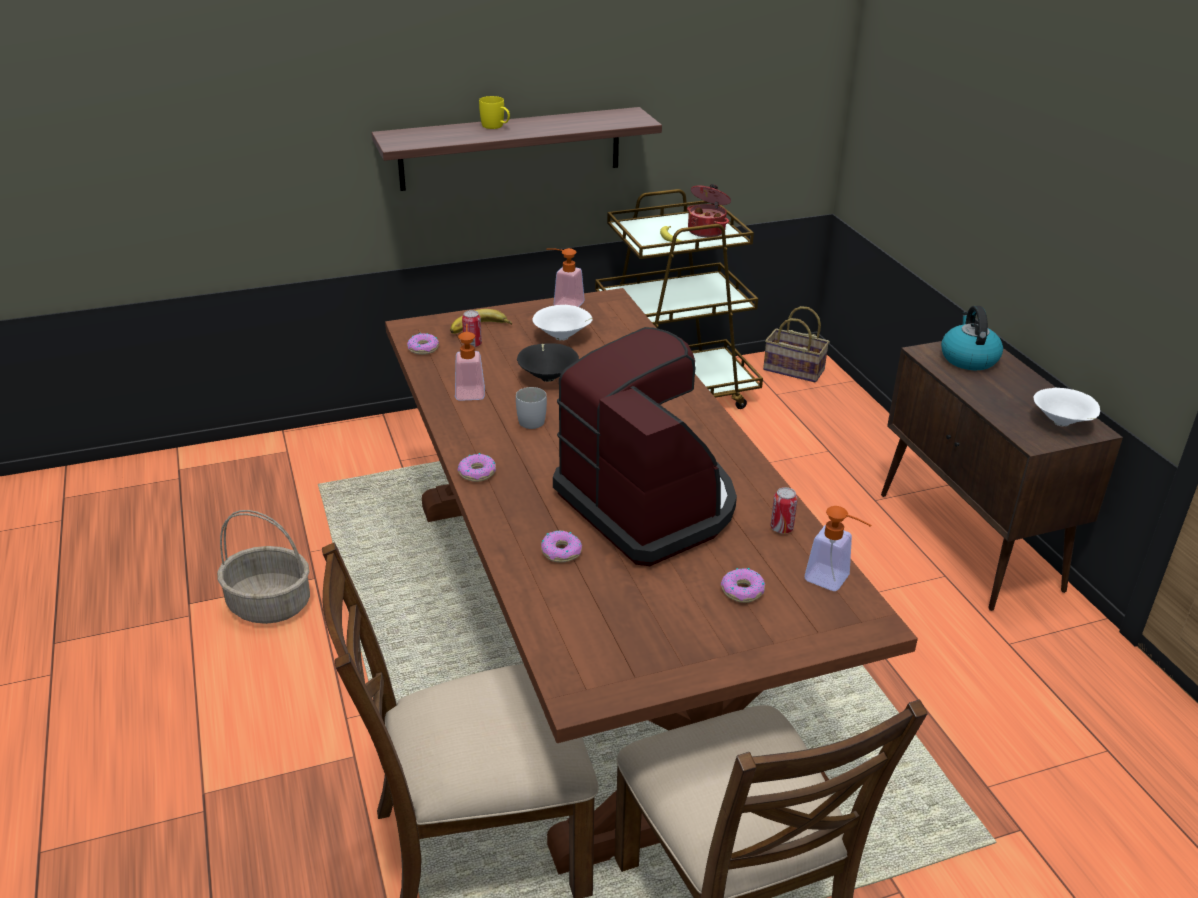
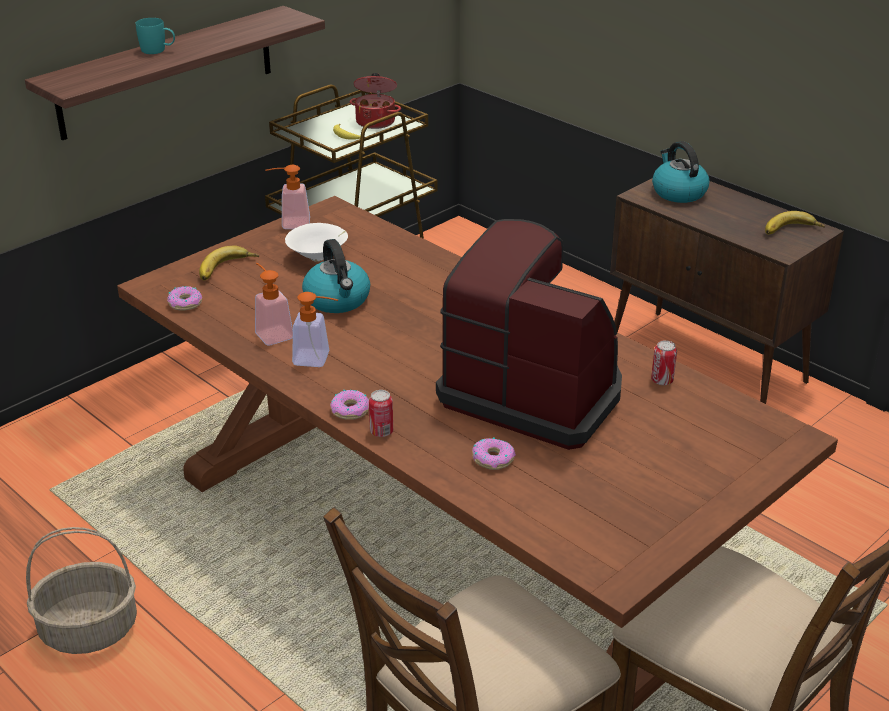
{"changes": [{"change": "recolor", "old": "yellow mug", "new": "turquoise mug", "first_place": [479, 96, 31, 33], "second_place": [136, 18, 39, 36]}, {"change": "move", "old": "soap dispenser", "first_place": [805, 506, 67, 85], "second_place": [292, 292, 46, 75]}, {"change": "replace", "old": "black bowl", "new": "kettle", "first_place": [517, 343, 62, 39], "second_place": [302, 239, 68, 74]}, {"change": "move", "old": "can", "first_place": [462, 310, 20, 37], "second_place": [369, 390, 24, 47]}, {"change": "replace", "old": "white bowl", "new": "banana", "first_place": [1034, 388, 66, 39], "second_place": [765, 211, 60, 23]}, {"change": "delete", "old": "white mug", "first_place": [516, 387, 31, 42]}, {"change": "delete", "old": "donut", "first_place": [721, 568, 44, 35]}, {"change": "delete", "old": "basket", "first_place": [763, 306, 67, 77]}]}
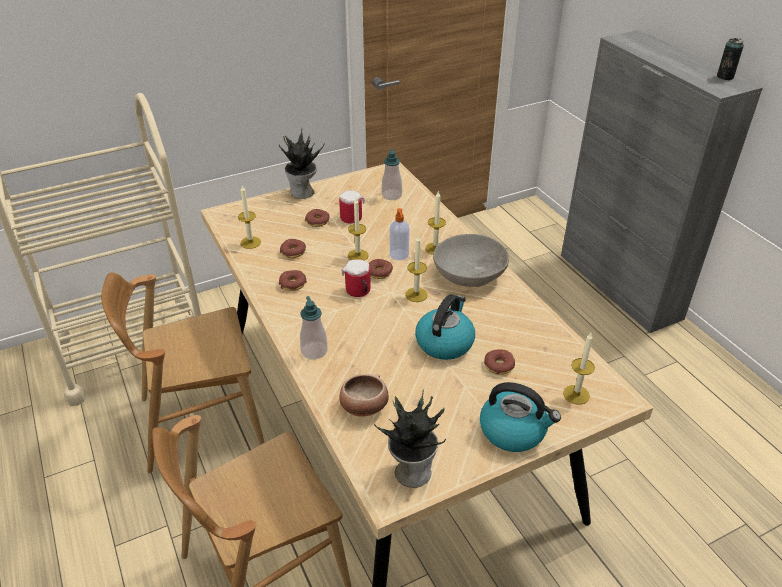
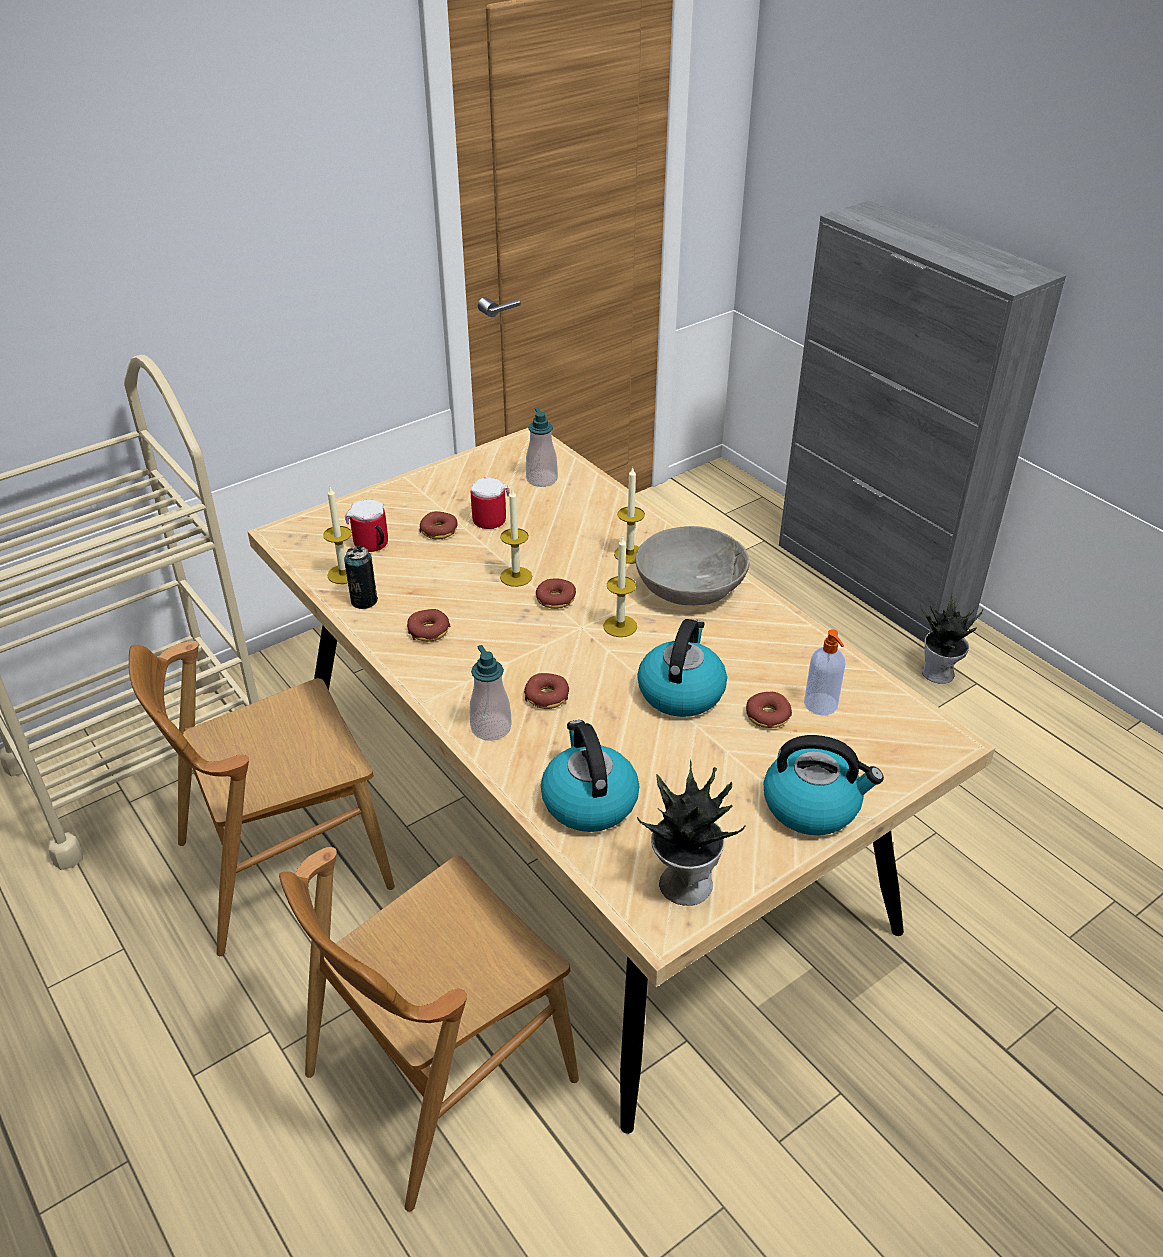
{"changes": [{"change": "move", "old": "can", "first_place": [717, 38, 27, 42], "second_place": [344, 546, 34, 63]}, {"change": "move", "old": "mug", "first_place": [341, 259, 29, 38], "second_place": [345, 499, 43, 53]}, {"change": "move", "old": "donut", "first_place": [280, 239, 26, 19], "second_place": [524, 673, 45, 36]}, {"change": "replace", "old": "bowl", "new": "kettle", "first_place": [339, 374, 50, 43], "second_place": [541, 720, 98, 112]}, {"change": "move", "old": "soap dispenser", "first_place": [390, 208, 19, 52], "second_place": [804, 629, 41, 86]}, {"change": "move", "old": "potted plant", "first_place": [279, 127, 46, 72], "second_place": [920, 592, 63, 92]}, {"change": "delete", "old": "candle", "first_place": [563, 333, 32, 72]}]}
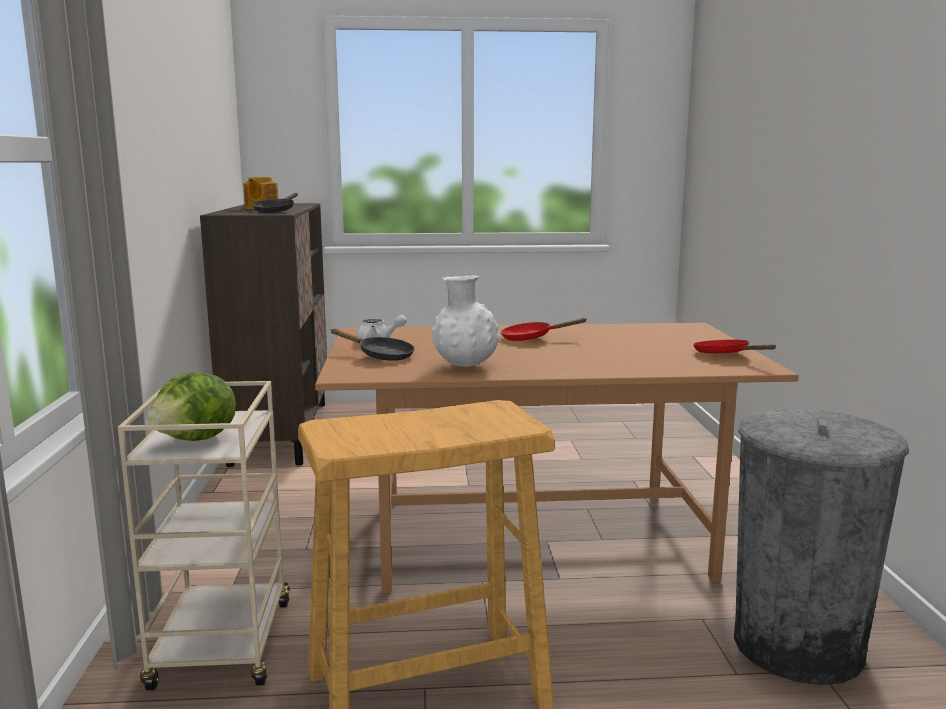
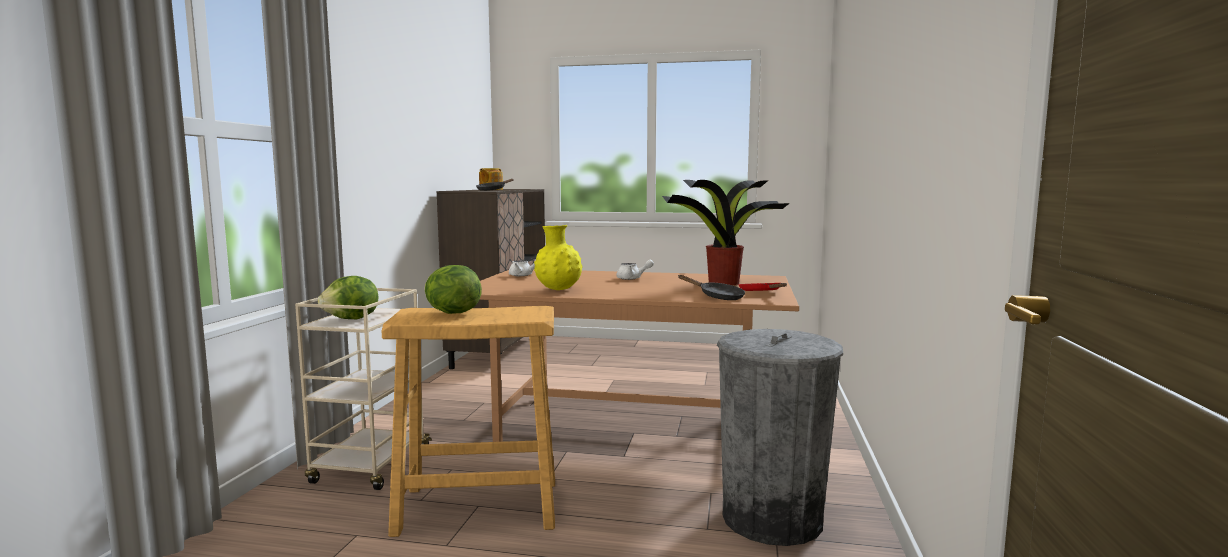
{"changes": [{"change": "insert", "new": "lettuce", "second_place": [424, 265, 58, 49]}, {"change": "recolor", "old": "white vase", "new": "yellow vase", "first_place": [432, 275, 68, 92], "second_place": [534, 225, 49, 65]}, {"change": "replace", "old": "red frying pan", "new": "white teapot", "first_place": [501, 318, 86, 23], "second_place": [616, 260, 38, 20]}, {"change": "insert", "new": "potted plant", "second_place": [662, 180, 128, 105]}, {"change": "move", "old": "black frying pan", "first_place": [331, 329, 84, 32], "second_place": [678, 275, 67, 25]}]}
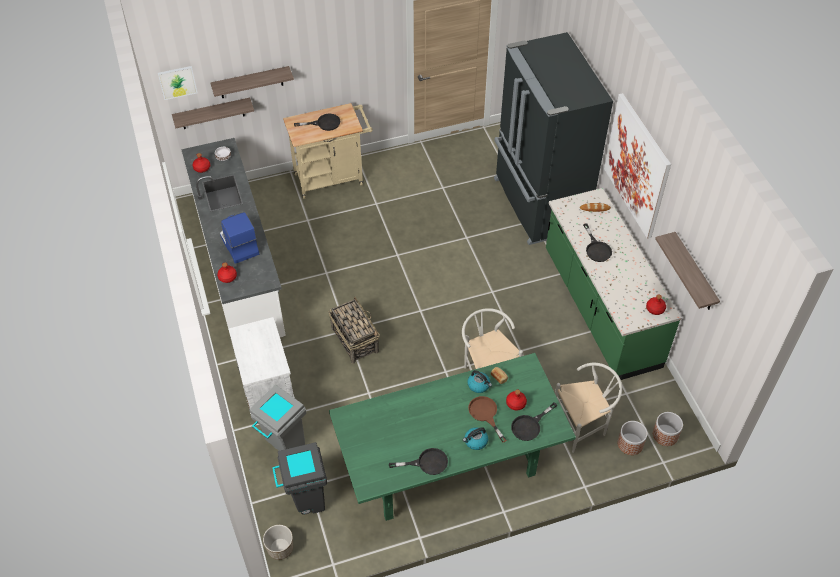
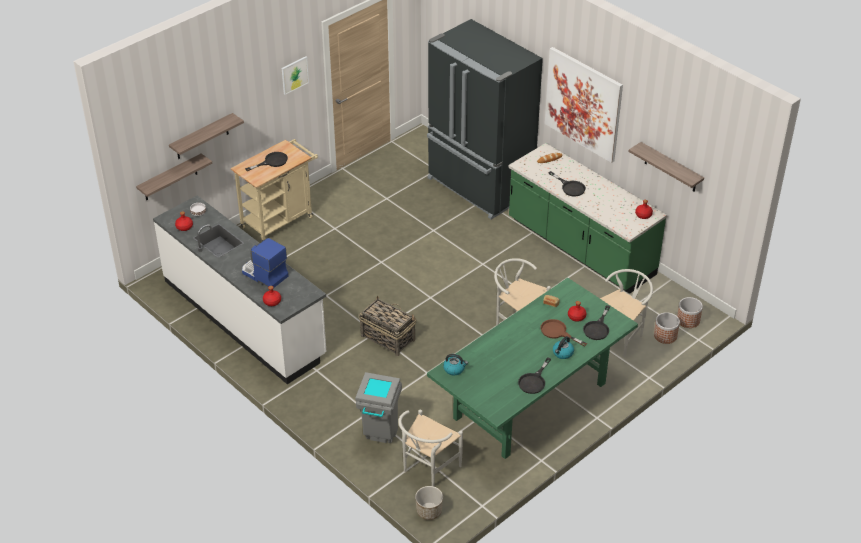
{"changes": [{"change": "move", "old": "picture", "first_place": [158, 66, 40, 34], "second_place": [282, 56, 27, 39]}, {"change": "replace", "old": "grey trash can", "new": "white chair", "first_place": [272, 442, 55, 72], "second_place": [398, 410, 65, 76]}, {"change": "move", "old": "kettle", "first_place": [468, 370, 24, 23], "second_place": [443, 354, 25, 22]}, {"change": "rotate", "old": "black frying pan", "first_place": [389, 448, 59, 27], "second_place": [518, 357, 33, 37], "degrees": 150}, {"change": "delete", "old": "white nightstand", "first_place": [228, 317, 67, 97]}]}
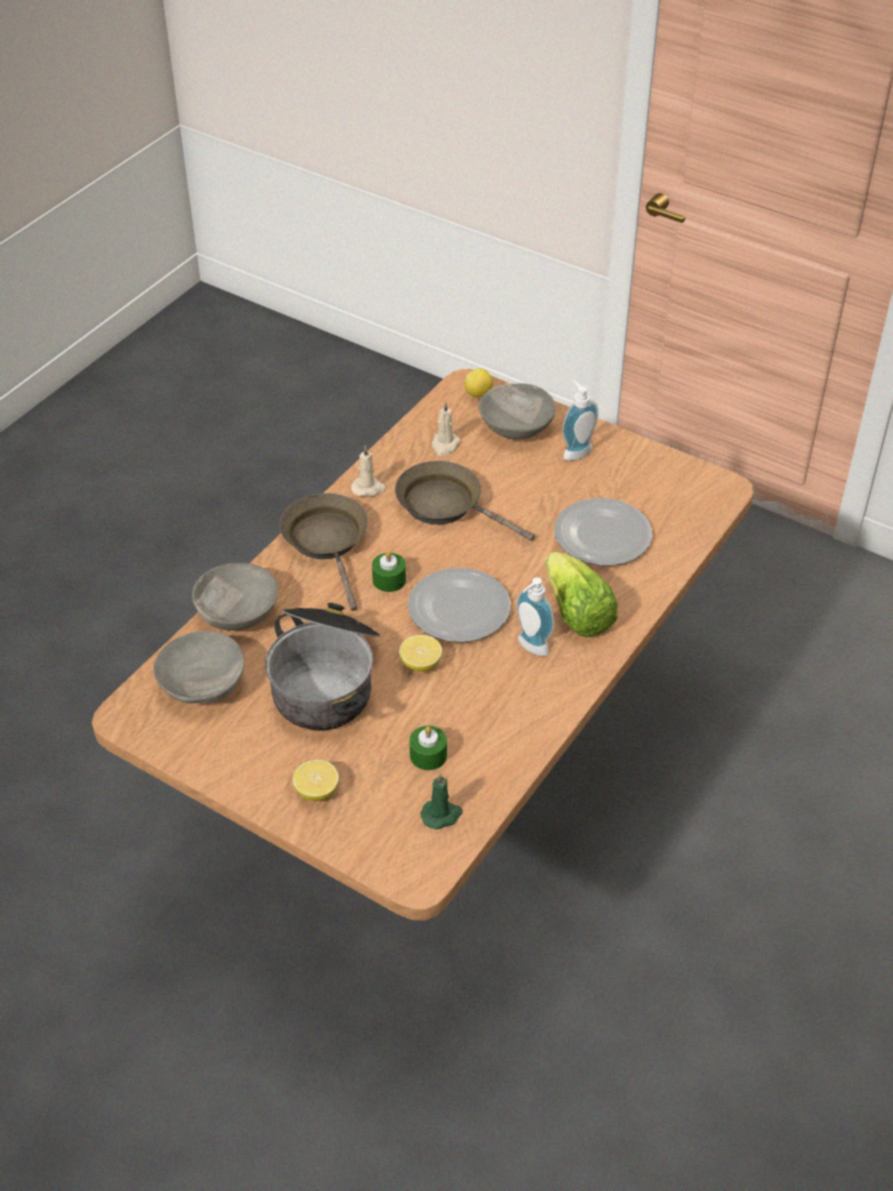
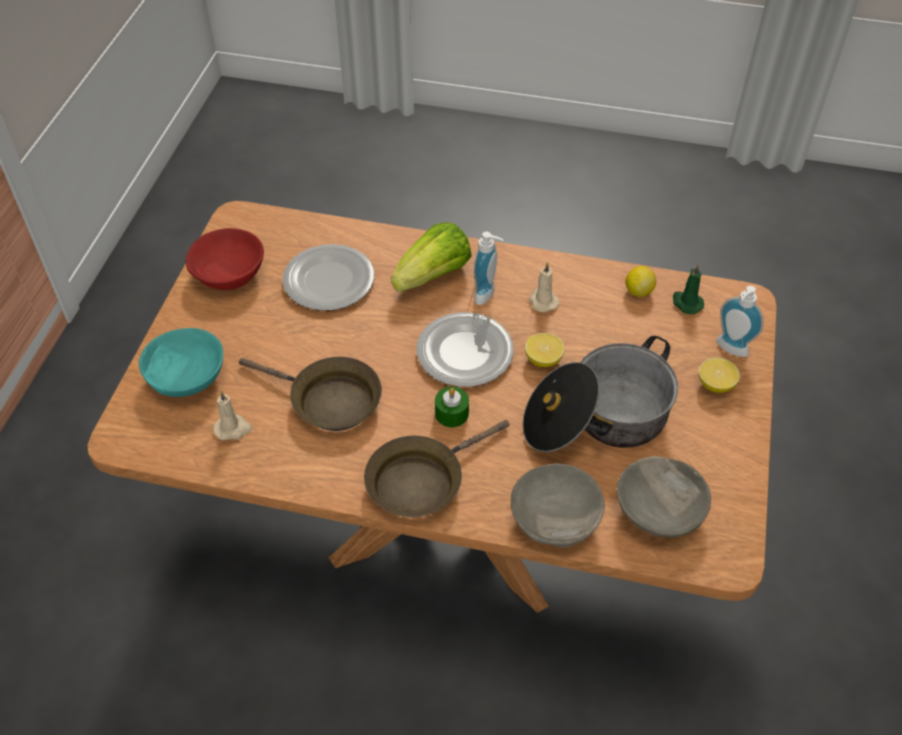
{"changes": [{"change": "recolor", "old": "grey bowl", "new": "turquoise bowl", "first_place": [479, 383, 77, 56], "second_place": [139, 328, 84, 69]}, {"change": "insert", "new": "red bowl", "second_place": [186, 228, 78, 62]}, {"change": "rotate", "old": "brown frying pan", "first_place": [395, 461, 140, 80], "second_place": [239, 357, 143, 74], "degrees": -75}, {"change": "move", "old": "beige candle", "first_place": [351, 445, 35, 52], "second_place": [529, 262, 30, 51]}, {"change": "move", "old": "lemon", "first_place": [465, 369, 28, 28], "second_place": [625, 266, 31, 31]}, {"change": "move", "old": "soap dispenser", "first_place": [562, 380, 36, 81], "second_place": [716, 286, 48, 71]}, {"change": "delete", "old": "green candle", "first_place": [409, 726, 38, 44]}]}
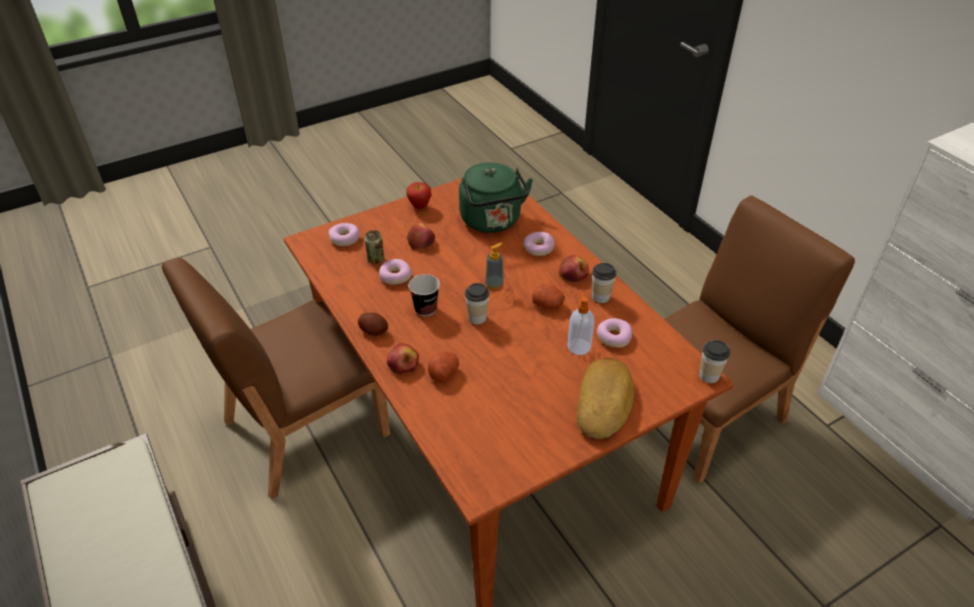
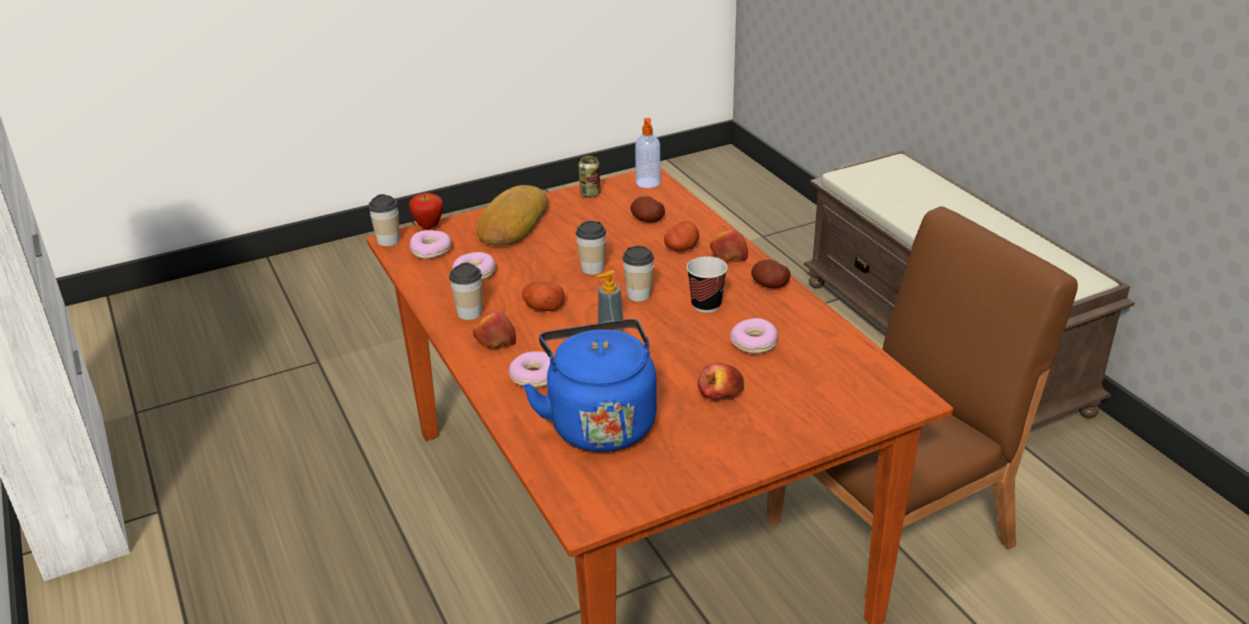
{"changes": [{"change": "move", "old": "apple", "first_place": [406, 182, 25, 27], "second_place": [409, 193, 34, 37]}, {"change": "move", "old": "donut", "first_place": [328, 223, 32, 23], "second_place": [410, 230, 41, 29]}, {"change": "recolor", "old": "green kettle", "new": "blue kettle", "first_place": [459, 162, 74, 71], "second_place": [523, 319, 134, 133]}, {"change": "insert", "new": "cup", "second_place": [576, 221, 30, 54]}, {"change": "move", "old": "can", "first_place": [365, 230, 19, 34], "second_place": [579, 156, 21, 42]}, {"change": "insert", "new": "potato", "second_place": [630, 196, 35, 27]}, {"change": "move", "old": "soap dispenser", "first_place": [567, 290, 27, 65], "second_place": [635, 118, 25, 70]}, {"change": "delete", "old": "brown chair", "first_place": [664, 196, 191, 288]}]}
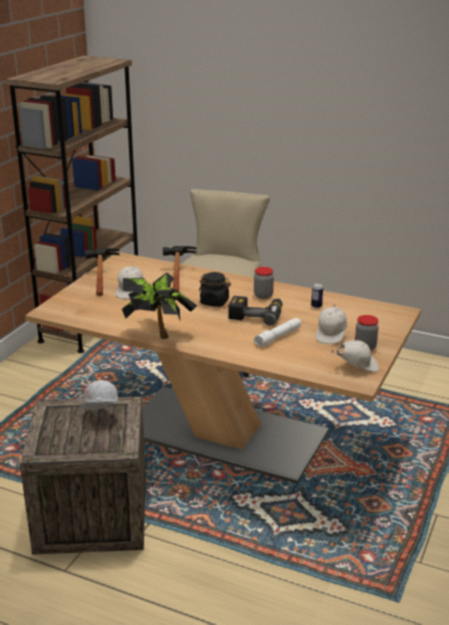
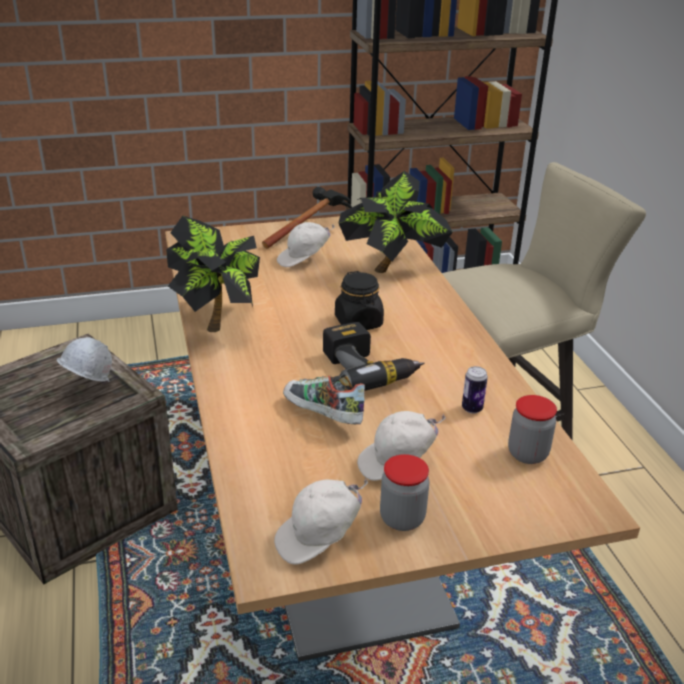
{"changes": [{"change": "rotate", "old": "white cap", "first_place": [331, 340, 48, 32], "second_place": [274, 478, 94, 87], "degrees": 105}, {"change": "replace", "old": "white flashlight", "new": "shoe", "first_place": [254, 318, 47, 29], "second_place": [283, 374, 82, 50]}, {"change": "replace", "old": "hammer", "new": "potted plant", "first_place": [163, 246, 34, 47], "second_place": [339, 171, 114, 102]}, {"change": "move", "old": "jar", "first_place": [254, 267, 20, 32], "second_place": [508, 395, 49, 69]}]}
